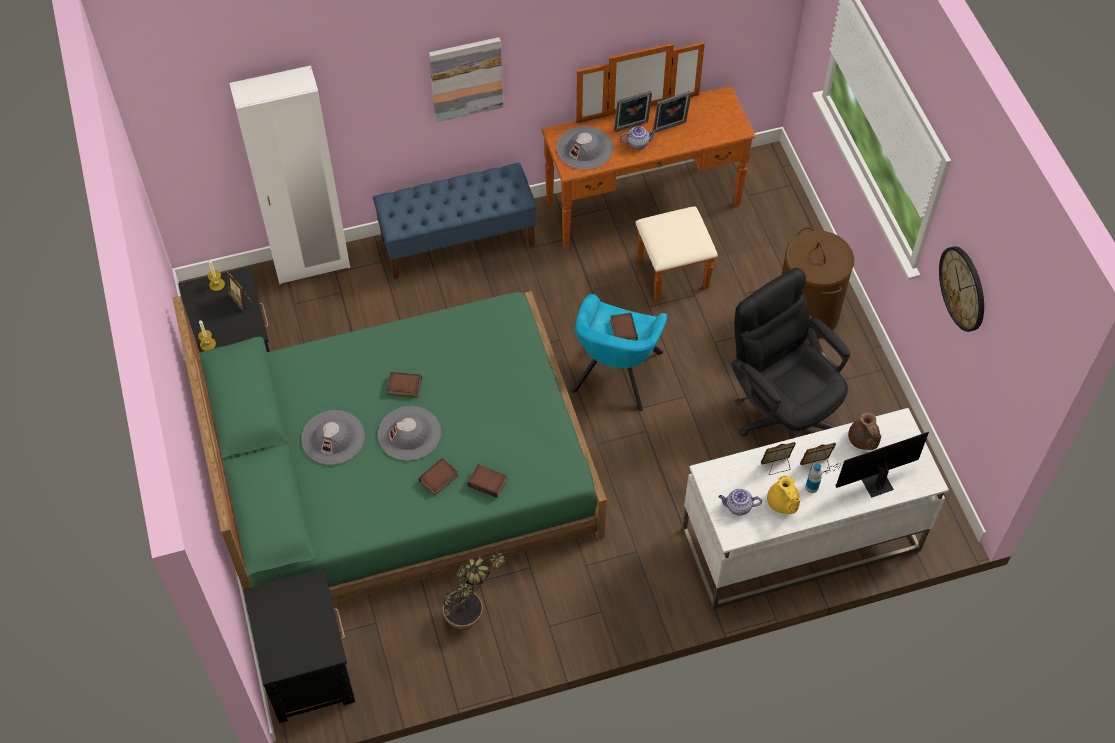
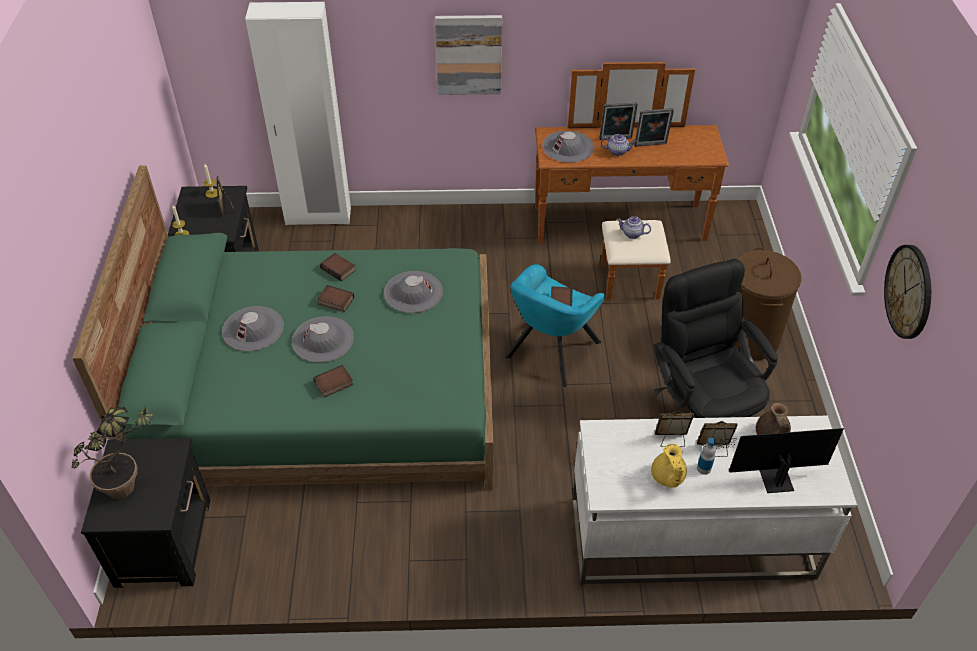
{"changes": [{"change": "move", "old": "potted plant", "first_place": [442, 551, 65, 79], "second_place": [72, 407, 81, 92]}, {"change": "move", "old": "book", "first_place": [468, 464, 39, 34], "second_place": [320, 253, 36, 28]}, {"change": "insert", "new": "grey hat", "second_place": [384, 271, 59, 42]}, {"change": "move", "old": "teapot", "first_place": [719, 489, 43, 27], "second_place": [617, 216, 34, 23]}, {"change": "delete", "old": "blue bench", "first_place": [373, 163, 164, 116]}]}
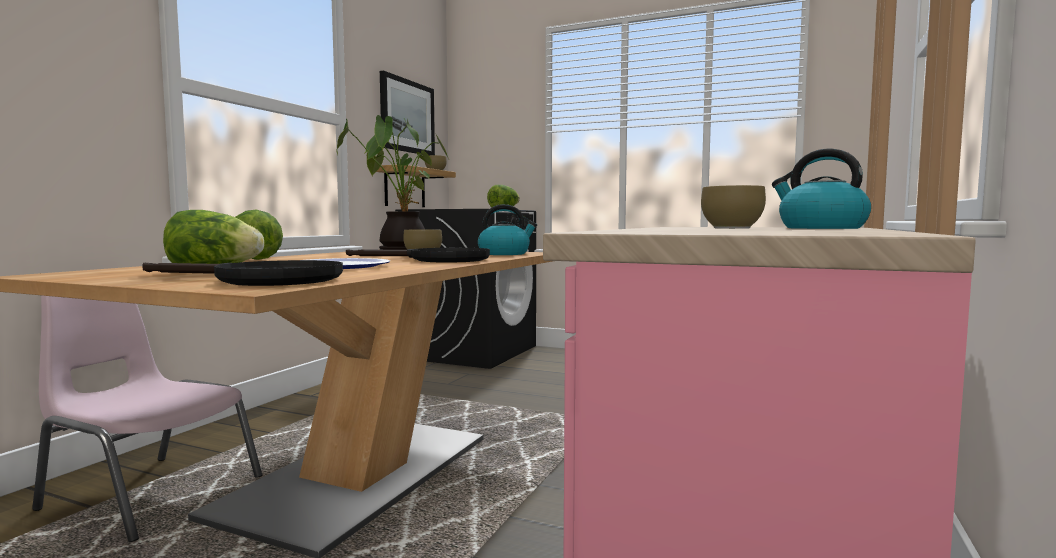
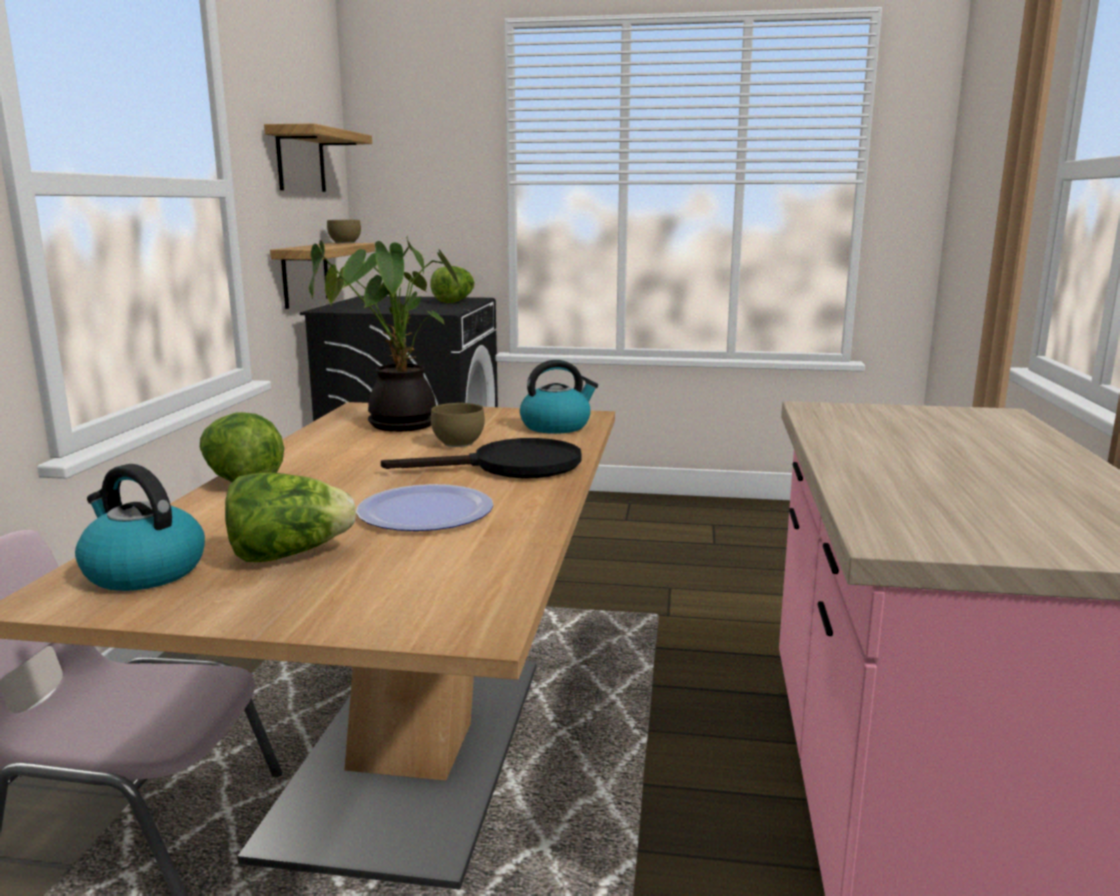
{"changes": [{"change": "move", "old": "kettle", "first_place": [772, 149, 99, 80], "second_place": [75, 464, 130, 127]}, {"change": "replace", "old": "picture", "new": "shelf", "first_place": [380, 70, 55, 85], "second_place": [264, 123, 108, 69]}, {"change": "delete", "old": "black frying pan", "first_place": [142, 260, 201, 26]}, {"change": "delete", "old": "brown bowl", "first_place": [701, 185, 65, 44]}]}
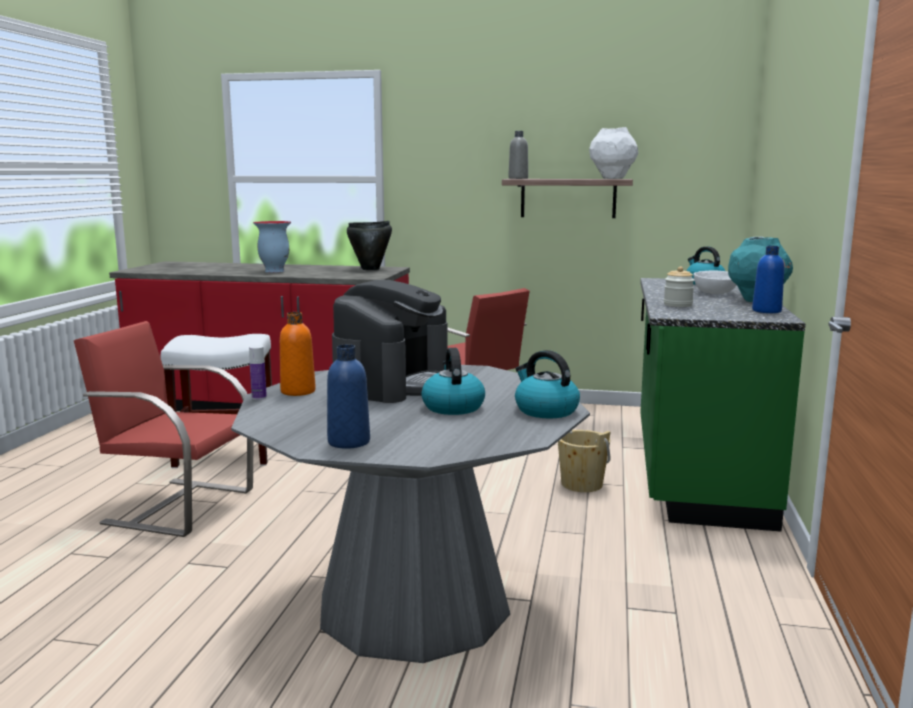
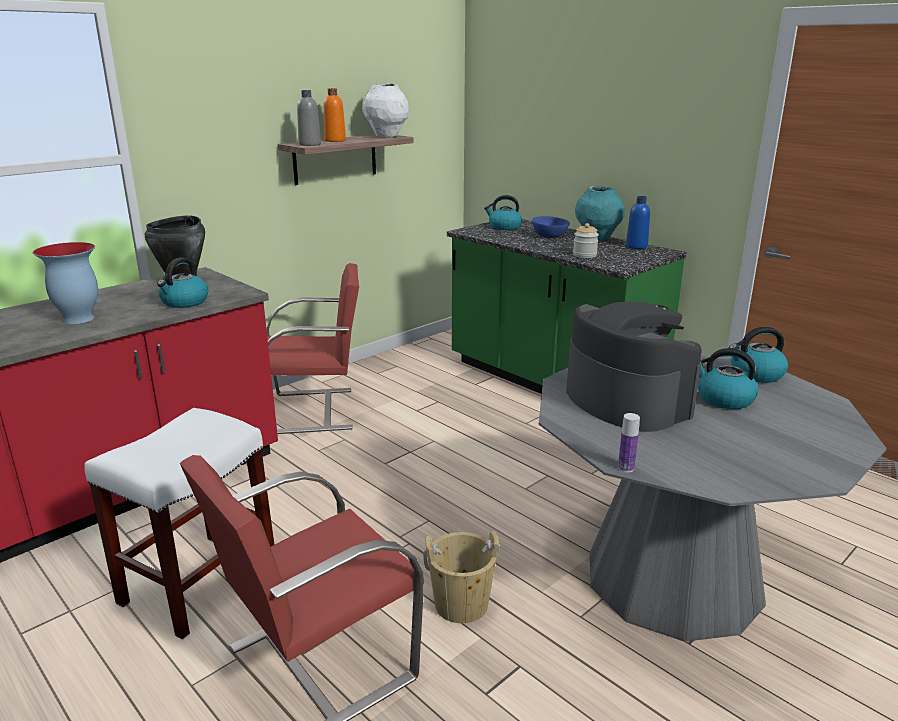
{"changes": [{"change": "insert", "new": "kettle", "second_place": [157, 258, 51, 50]}, {"change": "move", "old": "orange bottle", "first_place": [280, 312, 36, 84], "second_place": [323, 88, 23, 54]}, {"change": "move", "old": "beige bucket", "first_place": [558, 430, 53, 62], "second_place": [423, 531, 77, 92]}, {"change": "recolor", "old": "white bowl", "new": "blue bowl", "first_place": [694, 271, 43, 23], "second_place": [532, 216, 38, 22]}, {"change": "delete", "old": "blue bottle", "first_place": [327, 345, 43, 104]}]}
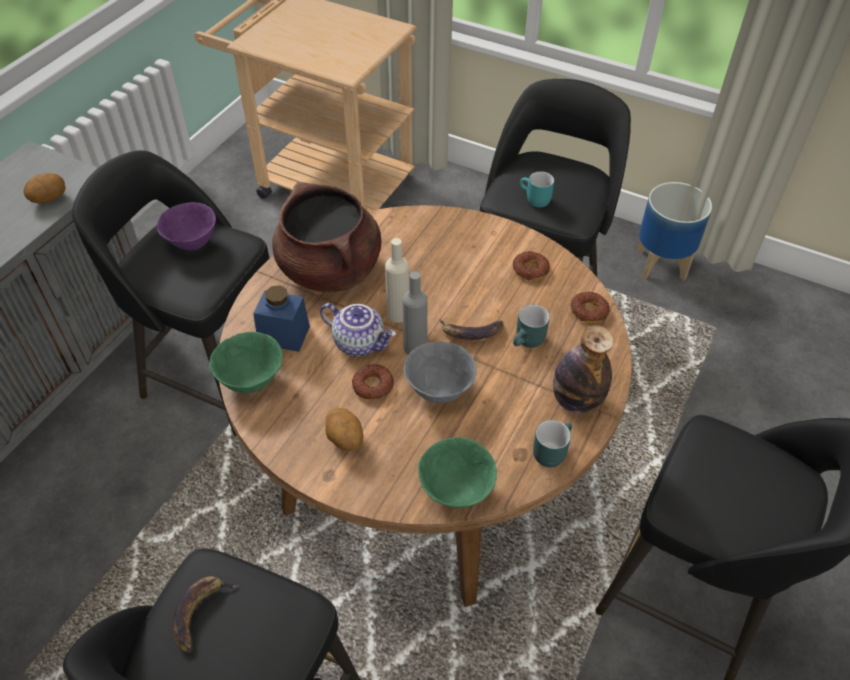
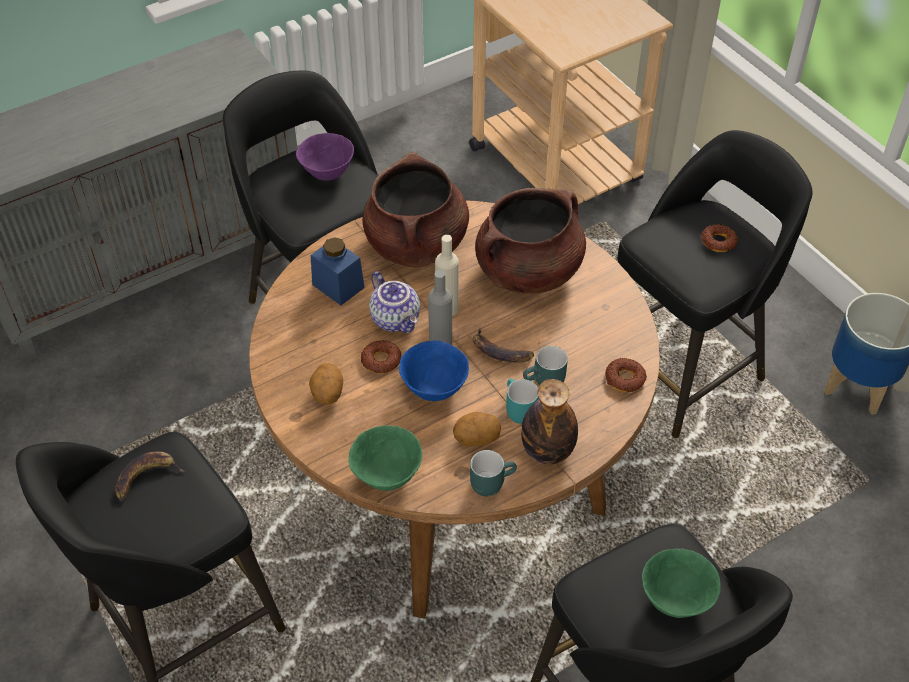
{"changes": [{"change": "recolor", "old": "grey bowl", "new": "blue bowl", "first_place": [404, 342, 73, 61], "second_place": [399, 340, 70, 61]}, {"change": "move", "old": "potato", "first_place": [23, 173, 43, 31], "second_place": [453, 412, 48, 35]}, {"change": "insert", "new": "brown cooking pot", "second_place": [475, 188, 111, 106]}, {"change": "move", "old": "turquoise mug", "first_place": [520, 171, 34, 36], "second_place": [506, 379, 33, 45]}, {"change": "move", "old": "green bowl", "first_place": [209, 332, 74, 61], "second_place": [642, 549, 79, 69]}, {"change": "move", "old": "donut", "first_place": [513, 251, 37, 29], "second_place": [701, 224, 37, 28]}]}
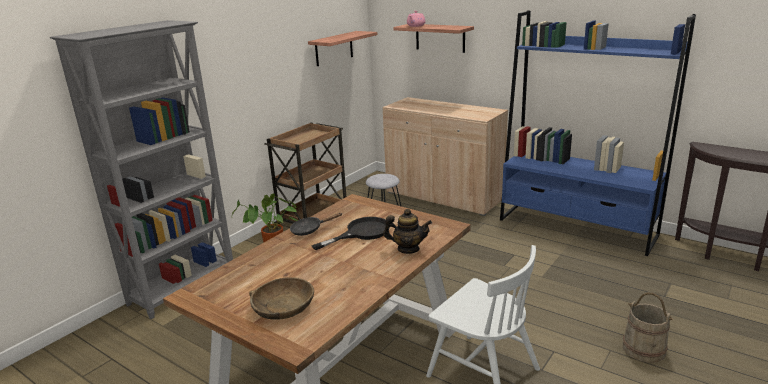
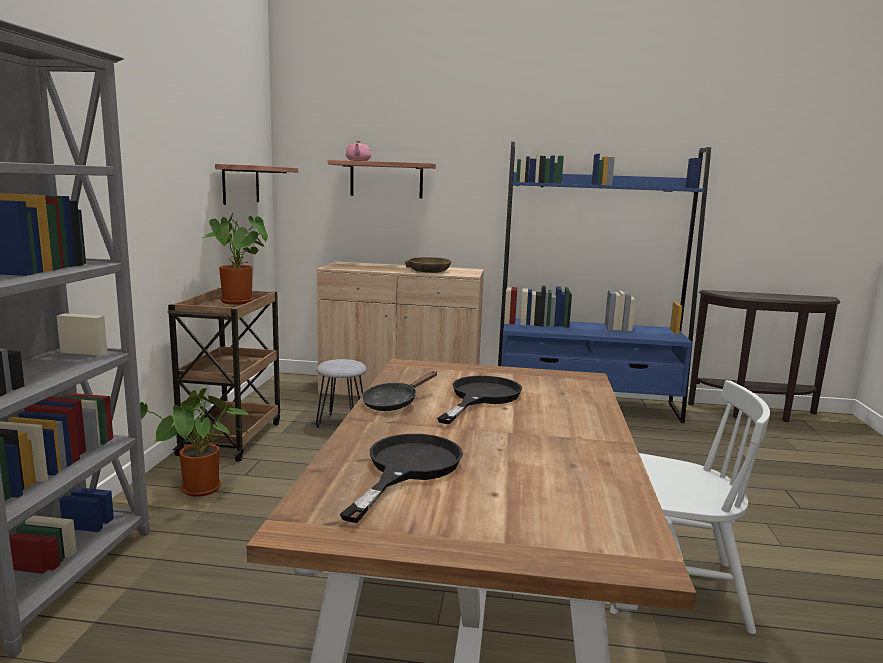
{"changes": [{"change": "insert", "new": "potted plant", "second_place": [202, 212, 66, 93]}, {"change": "insert", "new": "black frying pan", "second_place": [340, 434, 123, 89]}, {"change": "move", "old": "brown bowl", "first_place": [249, 277, 65, 43], "second_place": [405, 257, 46, 16]}, {"change": "delete", "old": "teapot", "first_place": [383, 209, 49, 45]}, {"change": "delete", "old": "beige bucket", "first_place": [623, 292, 50, 71]}]}
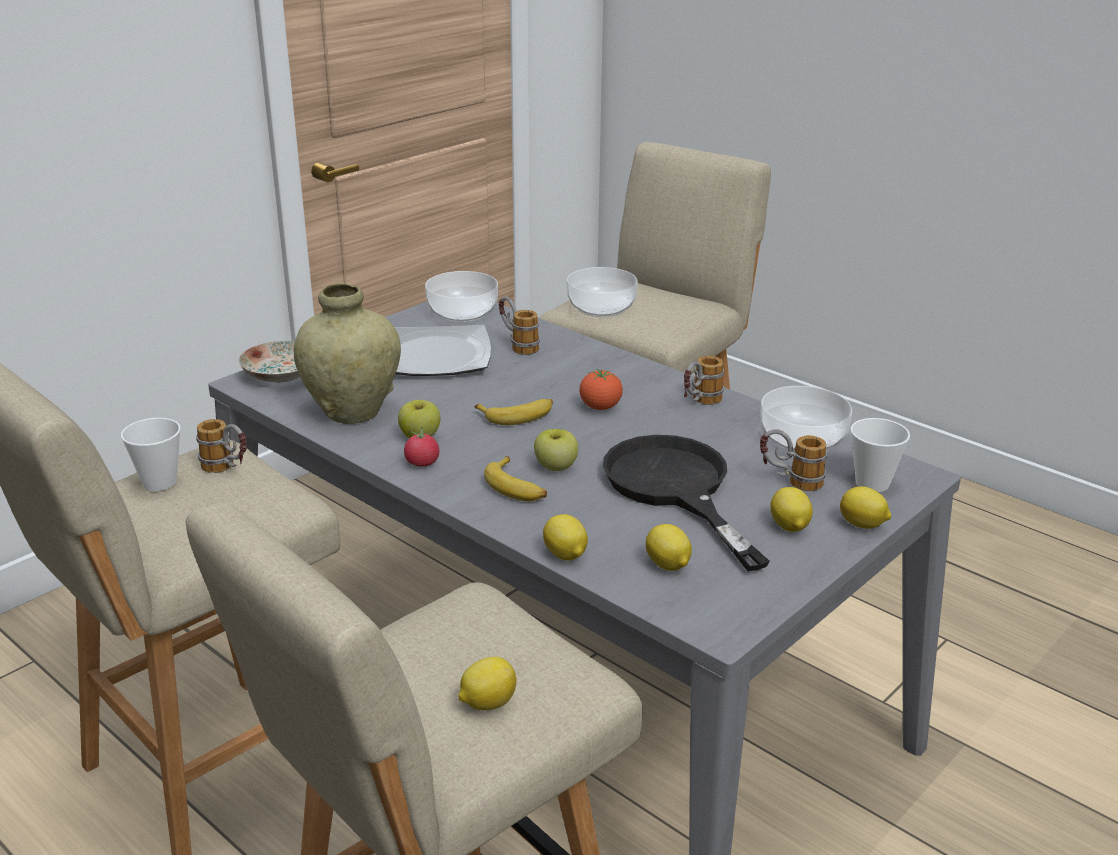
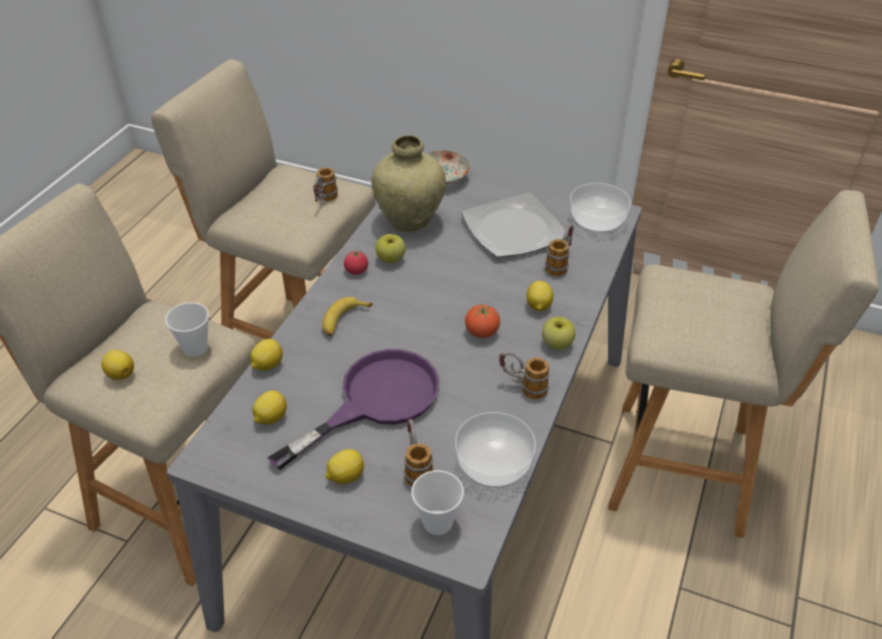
{"changes": [{"change": "move", "old": "cup", "first_place": [121, 418, 60, 73], "second_place": [165, 302, 44, 55]}, {"change": "recolor", "old": "black frying pan", "new": "purple frying pan", "first_place": [603, 435, 167, 136], "second_place": [267, 349, 173, 121]}, {"change": "move", "old": "lemon", "first_place": [840, 486, 51, 43], "second_place": [527, 281, 27, 30]}, {"change": "move", "old": "apple", "first_place": [534, 429, 44, 42], "second_place": [542, 317, 34, 33]}, {"change": "delete", "old": "banana", "first_place": [475, 399, 78, 26]}, {"change": "delete", "old": "bowl", "first_place": [567, 267, 71, 50]}]}
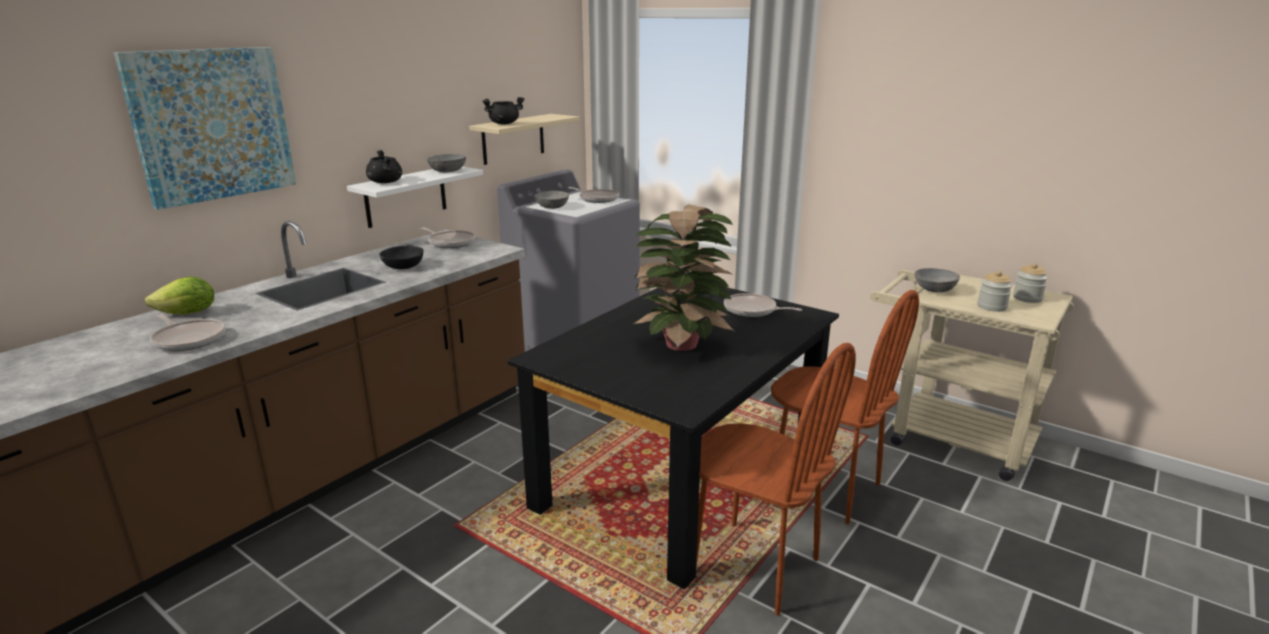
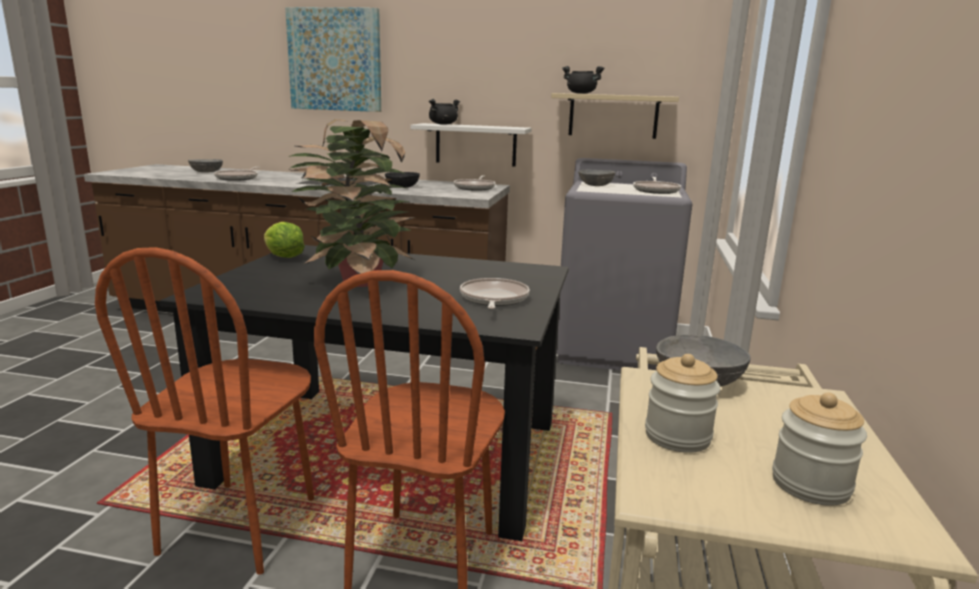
{"changes": [{"change": "move", "old": "grey bowl", "first_place": [427, 154, 39, 18], "second_place": [188, 159, 35, 13]}, {"change": "move", "old": "lettuce", "first_place": [145, 277, 69, 38], "second_place": [264, 222, 41, 36]}]}
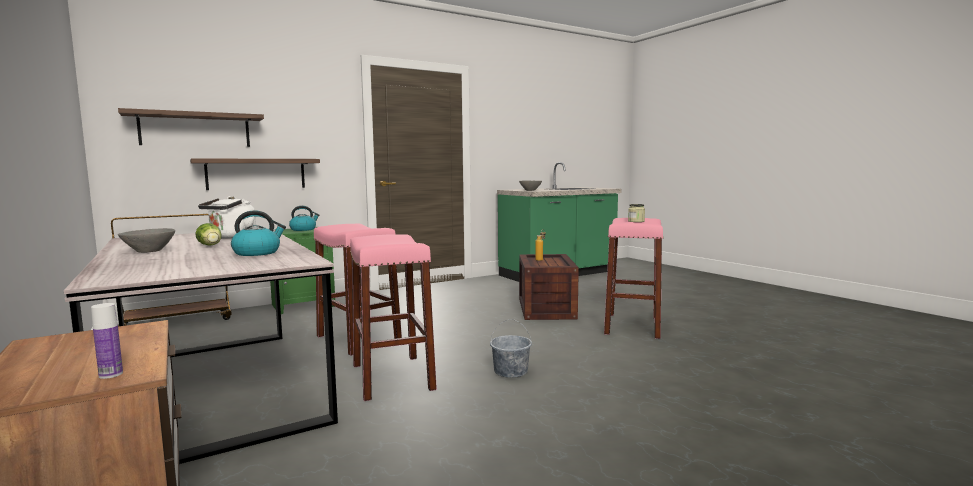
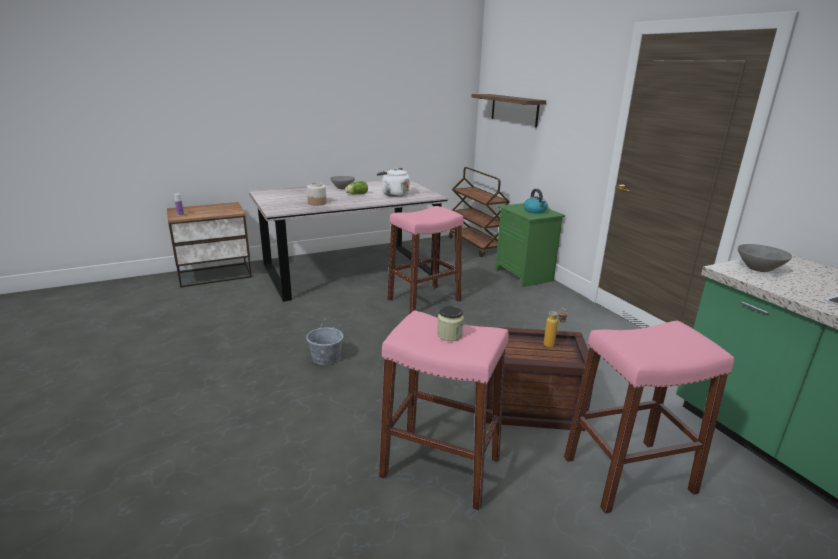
{"changes": [{"change": "replace", "old": "kettle", "new": "jar", "first_place": [231, 210, 55, 46], "second_place": [307, 182, 20, 23]}, {"change": "move", "old": "pink stool", "first_place": [350, 234, 87, 167], "second_place": [564, 320, 170, 194]}, {"change": "delete", "old": "shelf", "first_place": [190, 158, 130, 32]}]}
